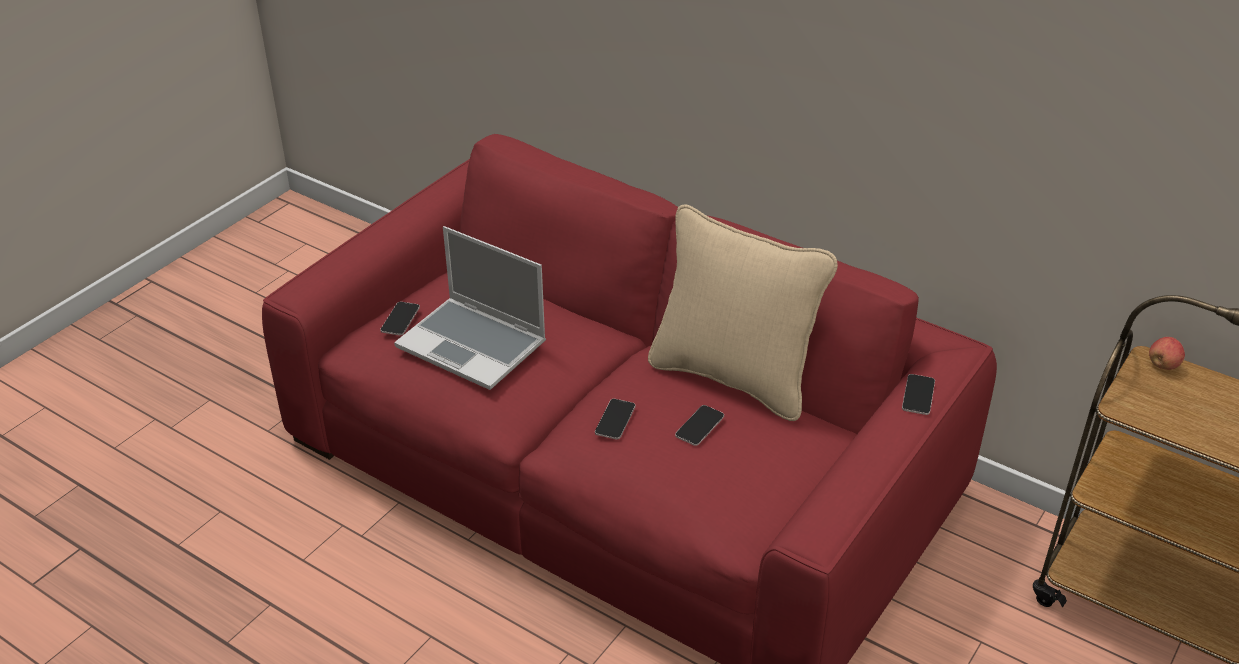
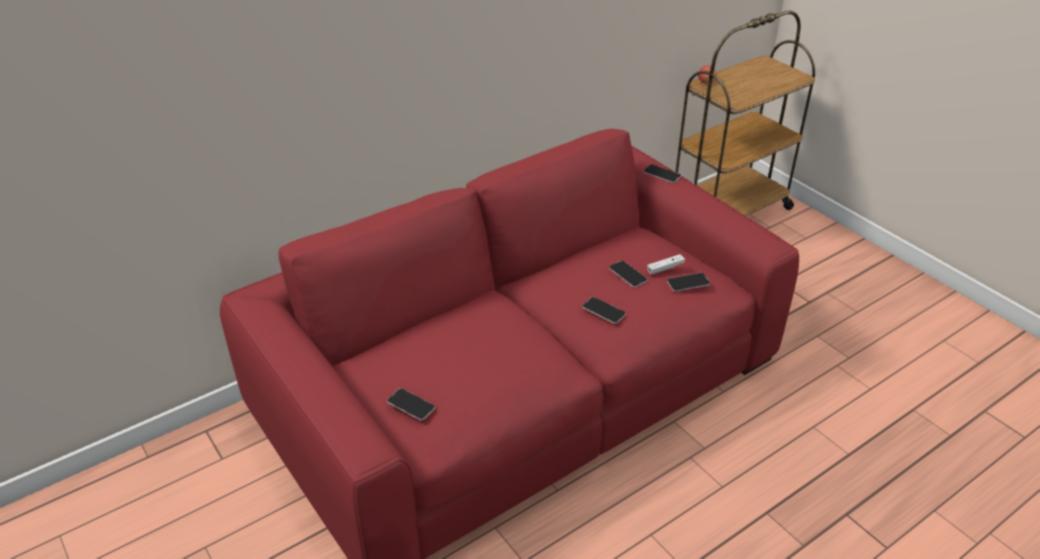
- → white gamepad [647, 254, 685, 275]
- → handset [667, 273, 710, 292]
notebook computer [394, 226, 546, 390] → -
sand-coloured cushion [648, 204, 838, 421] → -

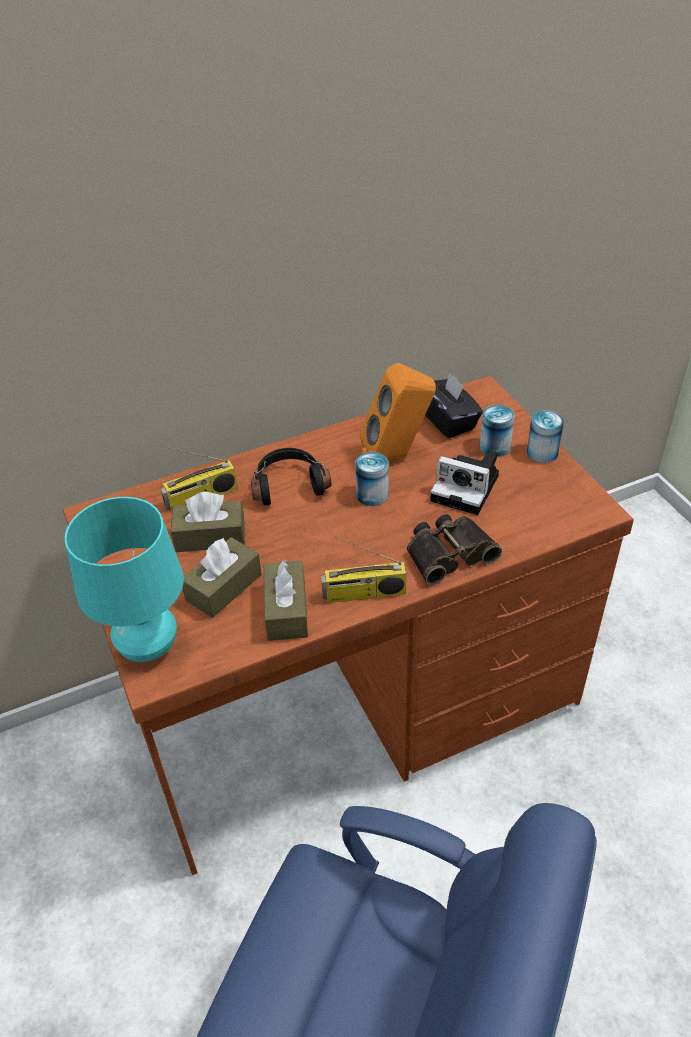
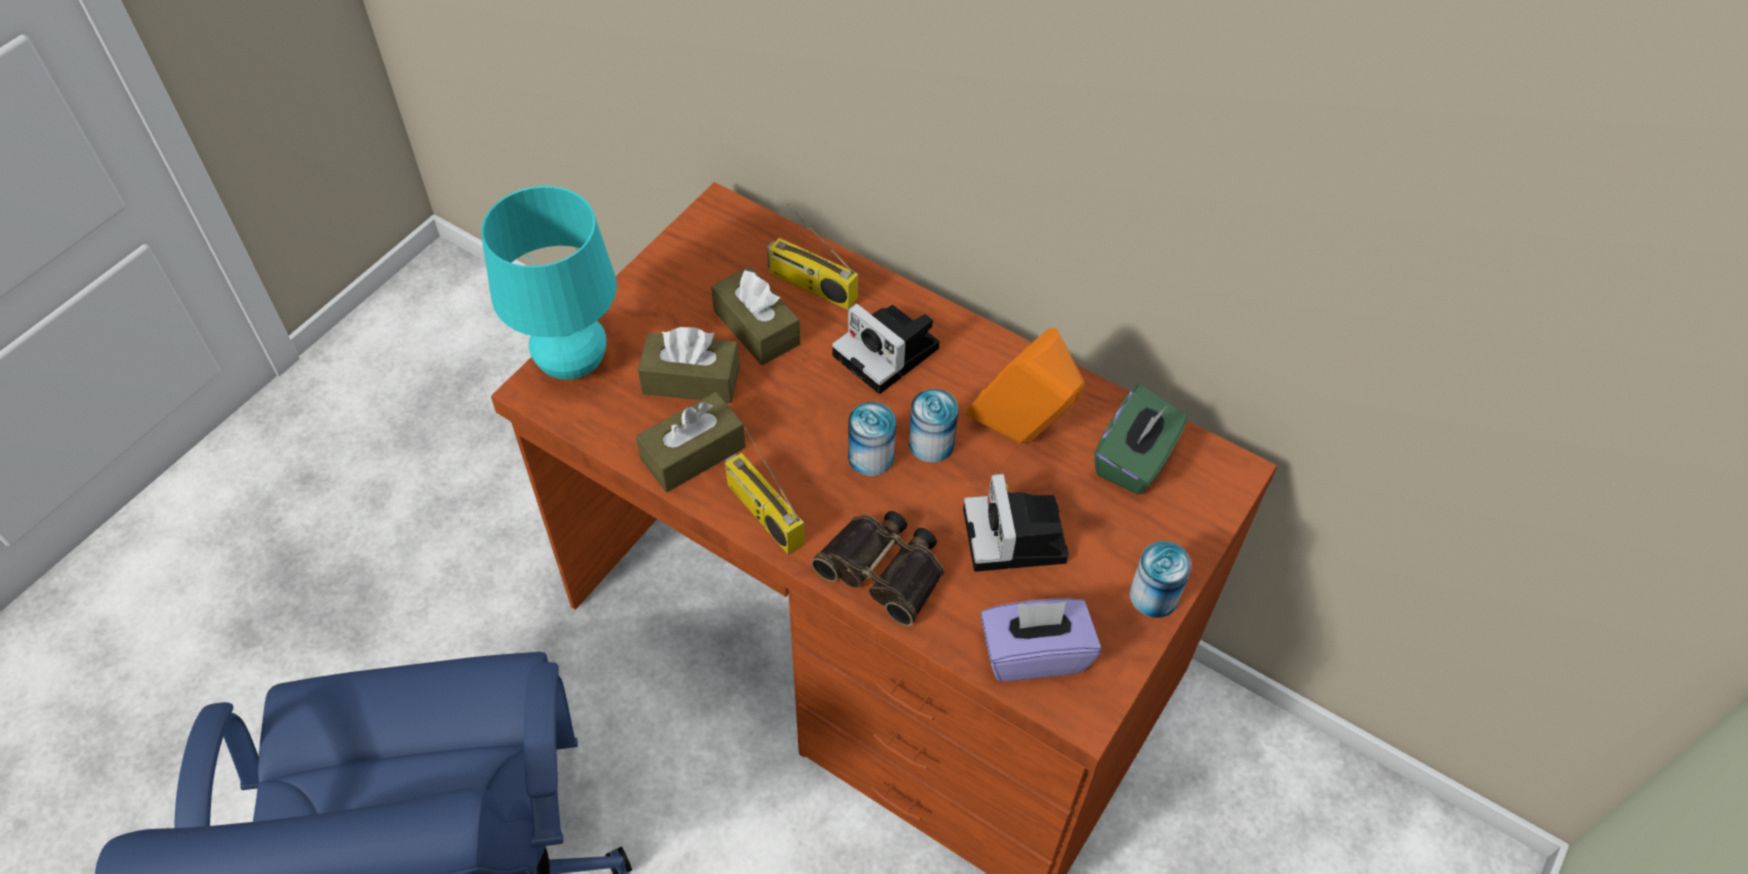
black-coloured headphones [251, 448, 331, 506] → photo camera [832, 303, 940, 394]
sealed can [480, 405, 514, 457] → sealed can [848, 402, 896, 476], move
- → purplish box of tissues [980, 598, 1101, 682]
black-coloured box of tissues [425, 372, 483, 438] → green box of tissues [1094, 384, 1188, 494]

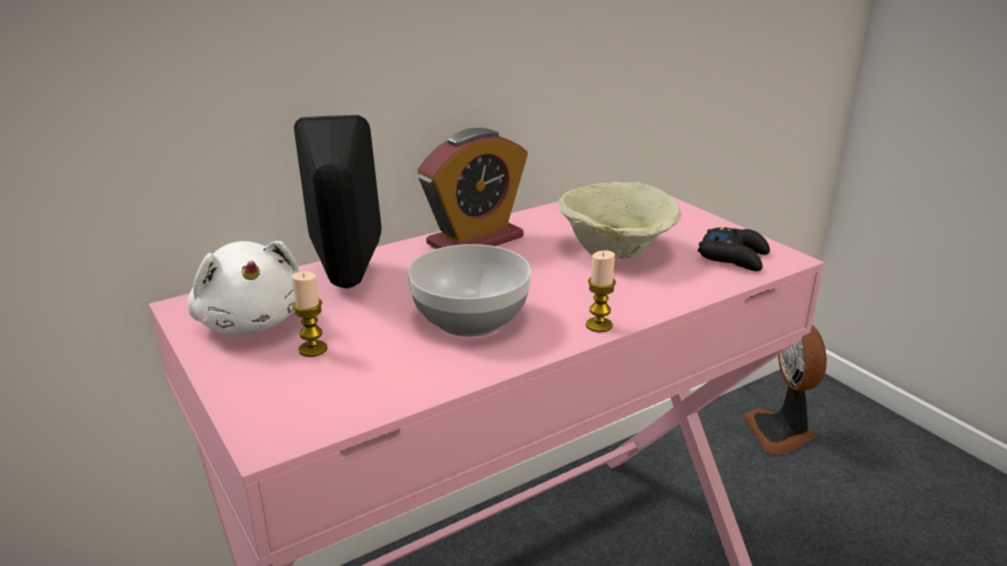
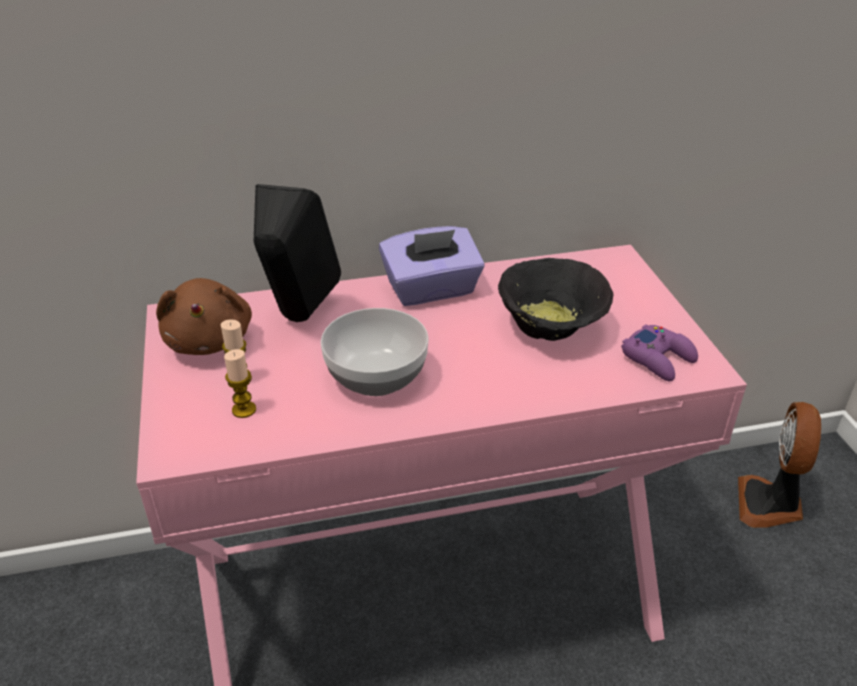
white soft toy [187, 241, 299, 335] → brown soft toy [156, 278, 252, 355]
wax candle [586, 251, 616, 332] → wax candle [224, 349, 256, 418], move
bedside clock [417, 128, 528, 249] → purplish box of tissues [379, 226, 484, 306]
sand-coloured serving bowl [558, 182, 681, 259] → black-coloured serving bowl [498, 258, 614, 341]
black-coloured gamepad [698, 227, 770, 271] → purplish gamepad [621, 325, 698, 381]

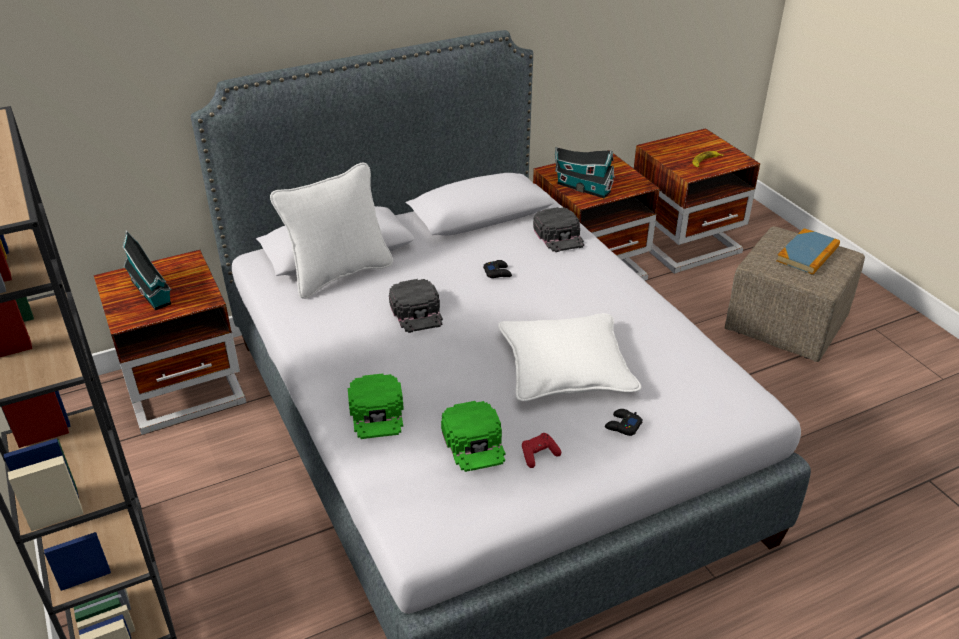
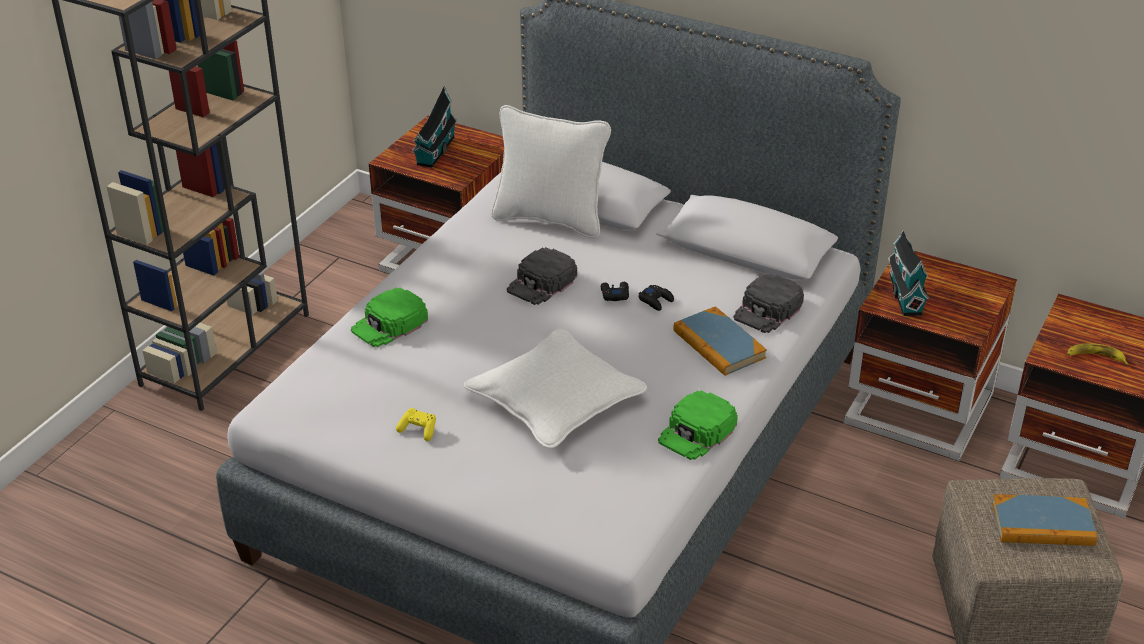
red-coloured gamepad [522, 433, 561, 468] → yellow gamepad [396, 408, 436, 441]
black-coloured gamepad [605, 409, 643, 436] → black-coloured gamepad [601, 282, 629, 301], move
green baseball cap [441, 401, 505, 472] → green baseball cap [658, 390, 738, 460], move
- → volume [673, 306, 767, 376]

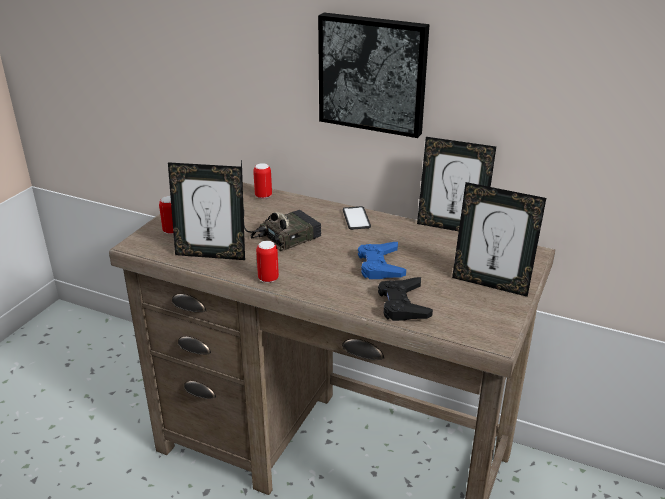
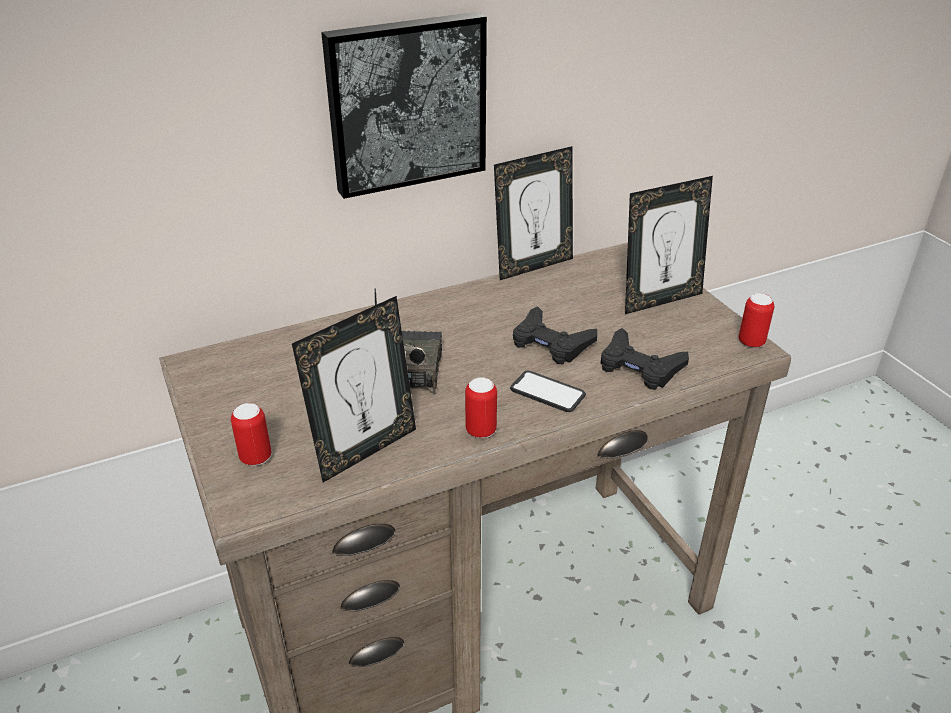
handset [343, 206, 371, 230] → handset [510, 371, 586, 412], move
bluish gamepad [358, 242, 406, 279] → black-coloured gamepad [513, 306, 597, 365]
sealed can [253, 163, 272, 199] → sealed can [739, 293, 774, 348], move

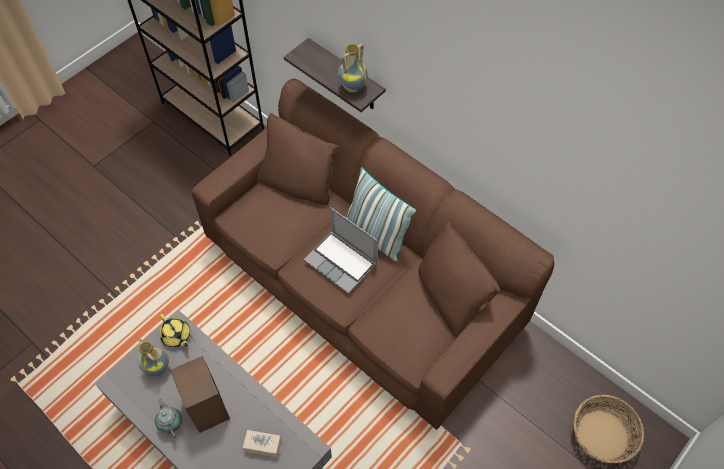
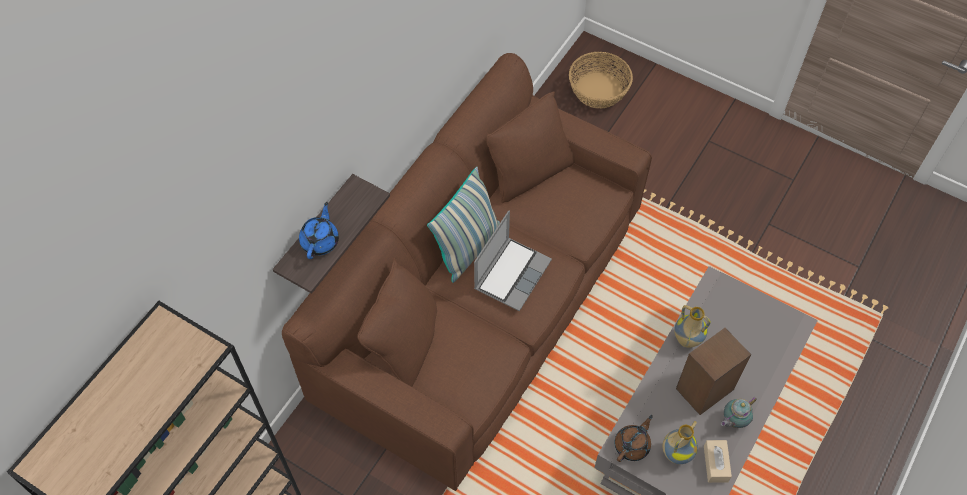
- → bluish pot for tea [299, 202, 339, 259]
yellow pot for tea [160, 314, 190, 347] → brown pot for tea [615, 415, 653, 462]
decorative vase [338, 44, 368, 92] → decorative vase [674, 305, 711, 348], move
sand-coloured box of tissues [243, 430, 282, 458] → sand-coloured box of tissues [704, 440, 732, 483], move

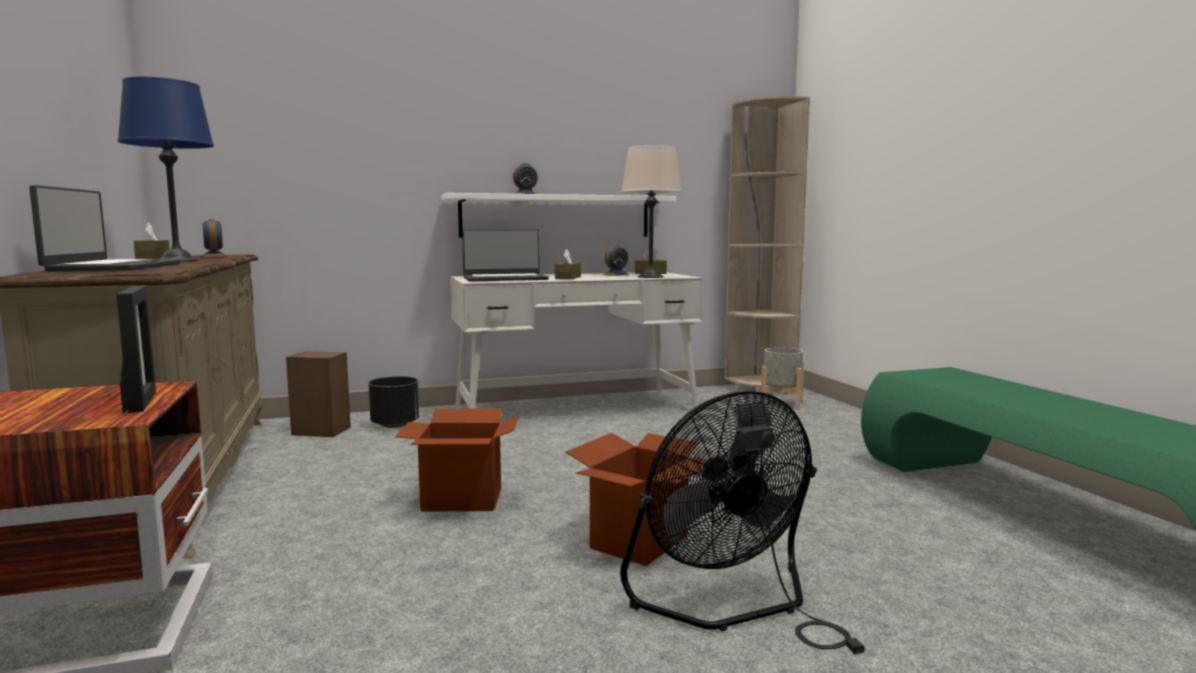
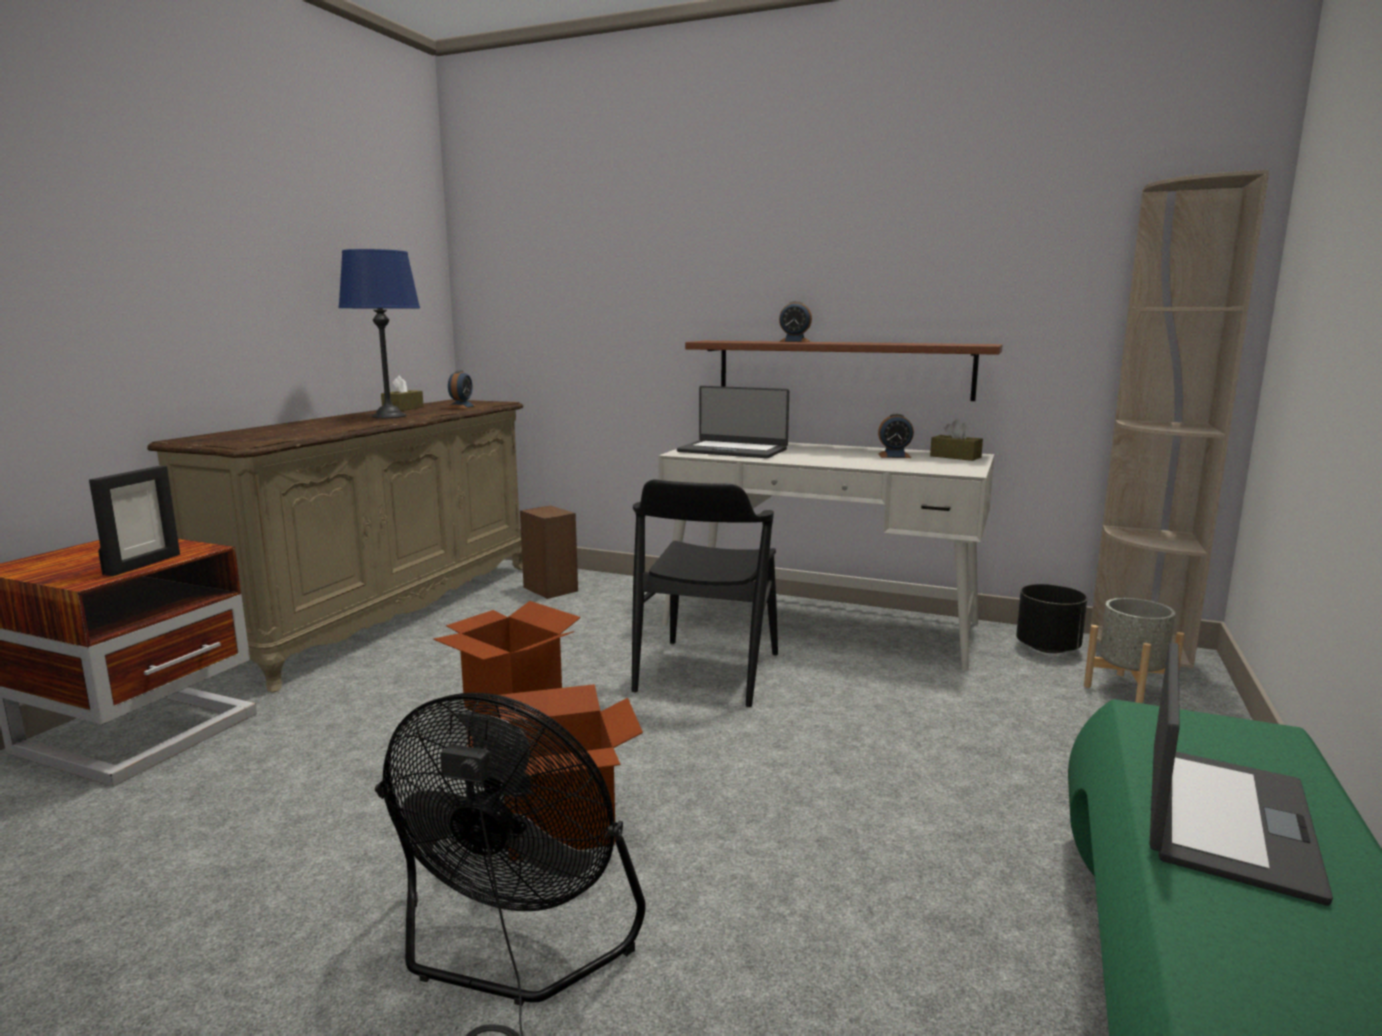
- → black-coloured chair [632, 480, 778, 708]
white bracket shelf [442, 193, 676, 237] → brown bracket shelf [685, 341, 1002, 401]
black-coloured flower pot [369, 376, 419, 428] → black-coloured flower pot [1016, 584, 1087, 654], move
notebook computer [29, 185, 180, 271] → notebook computer [1149, 643, 1333, 906], move
brown box of tissues [555, 249, 581, 279] → -
sand-coloured lamp for a table [621, 145, 682, 278] → -

